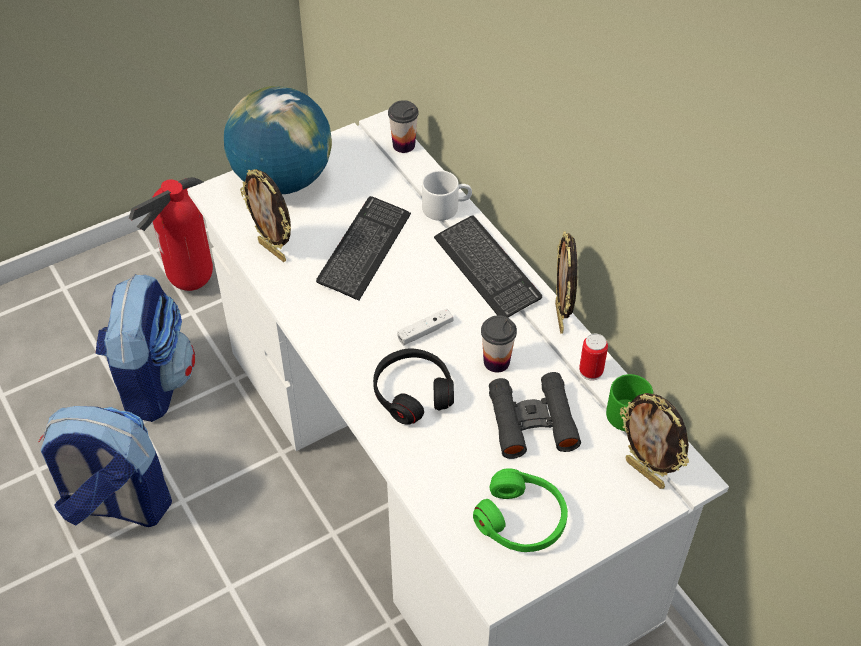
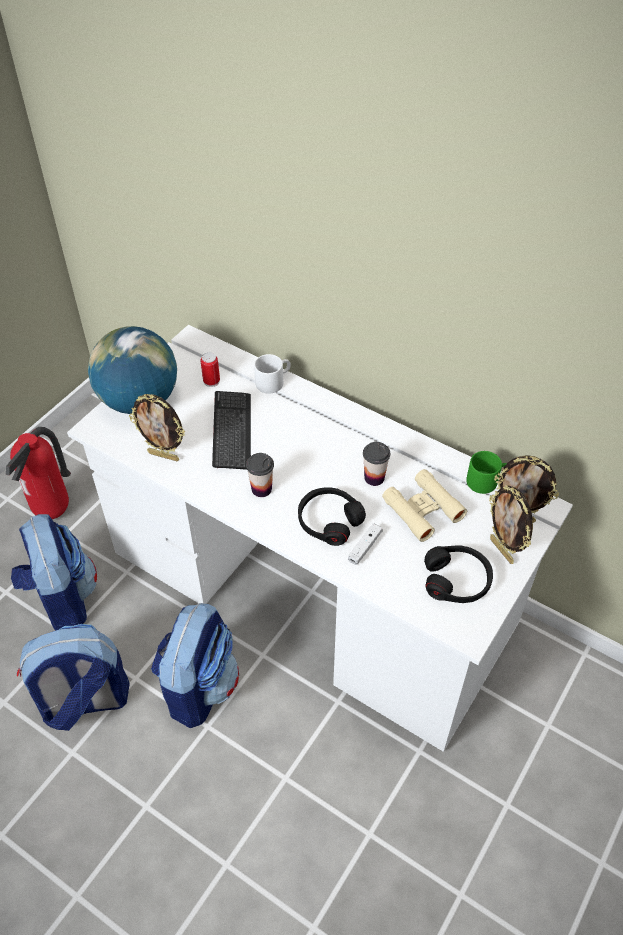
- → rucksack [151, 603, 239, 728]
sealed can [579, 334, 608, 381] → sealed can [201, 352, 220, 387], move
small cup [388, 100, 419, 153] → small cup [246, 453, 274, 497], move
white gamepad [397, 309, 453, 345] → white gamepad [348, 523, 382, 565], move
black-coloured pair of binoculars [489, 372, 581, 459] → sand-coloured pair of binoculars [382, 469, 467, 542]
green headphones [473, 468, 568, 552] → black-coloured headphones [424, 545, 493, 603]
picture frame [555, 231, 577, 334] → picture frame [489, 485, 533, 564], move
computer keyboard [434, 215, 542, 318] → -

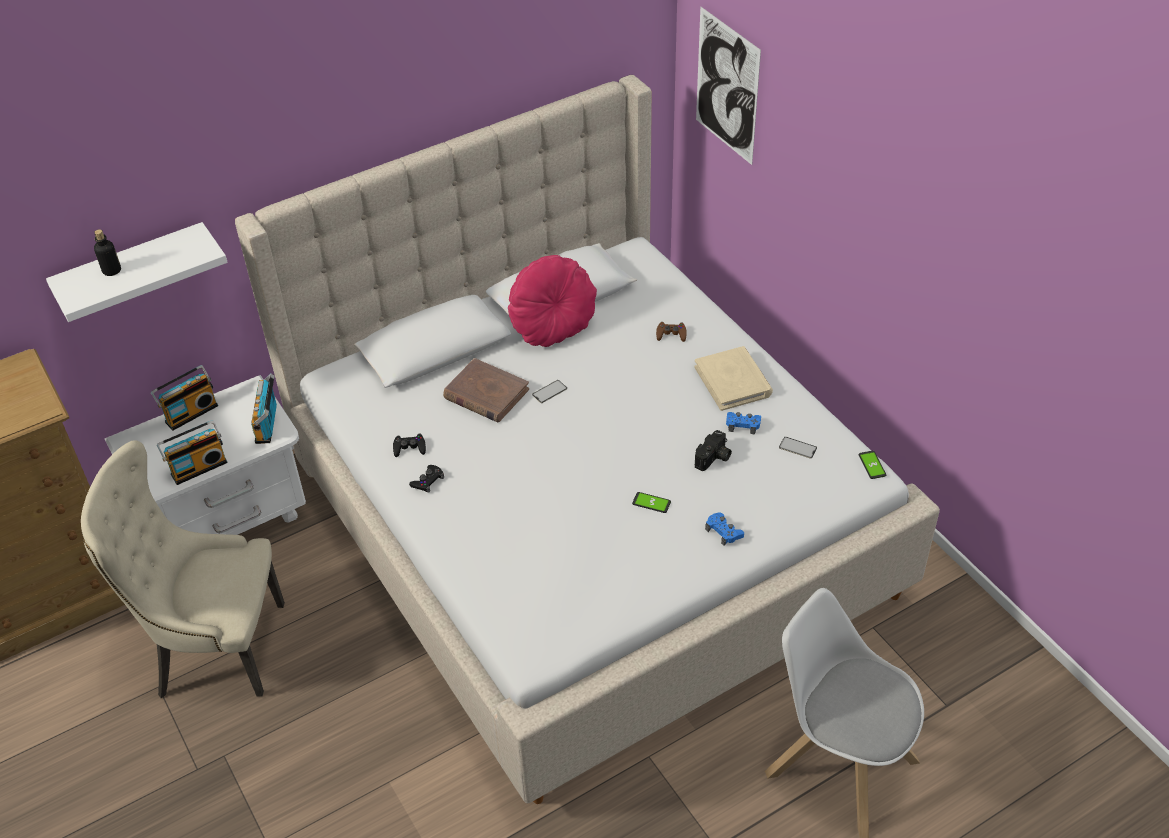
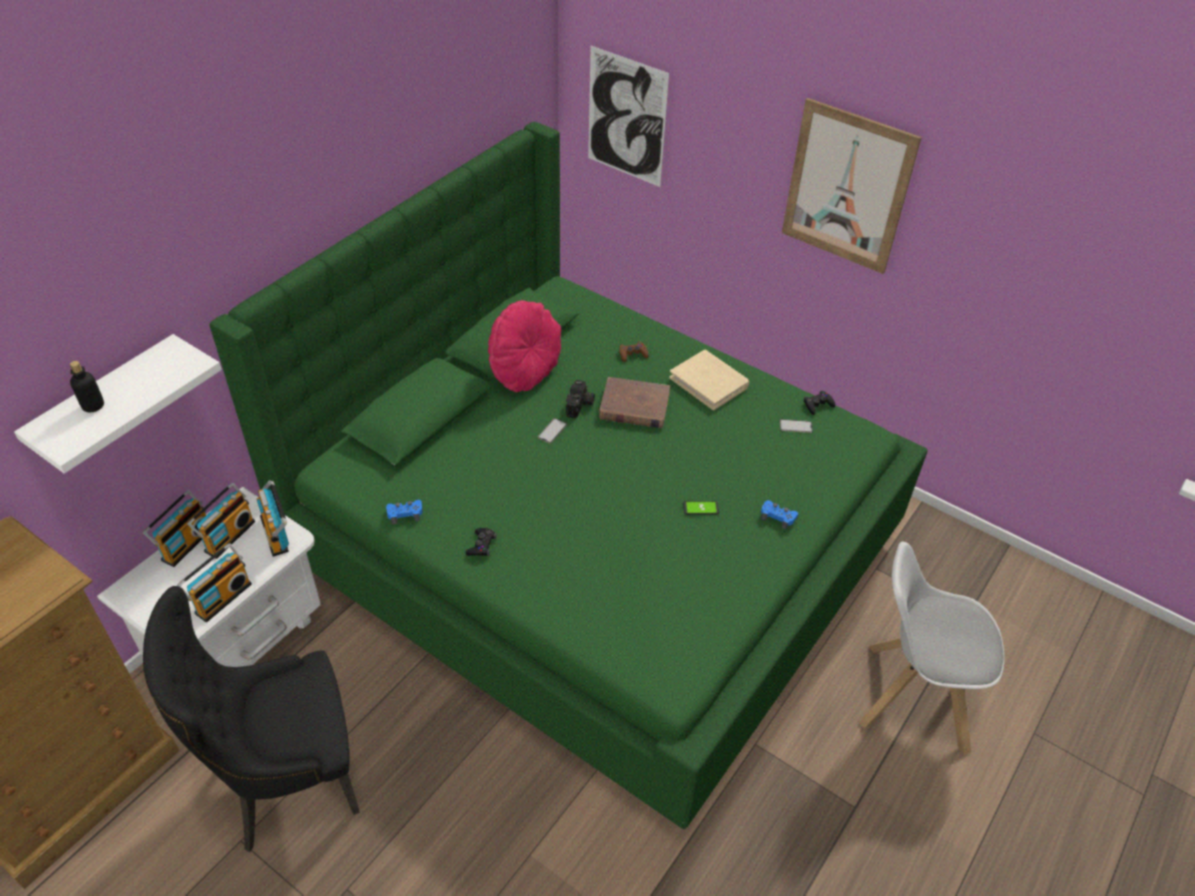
sand-coloured chair [81, 440, 285, 698] → black-coloured chair [143, 586, 360, 852]
- → radio receiver [187, 483, 255, 559]
sand-coloured bed [235, 75, 940, 804] → green bed [209, 122, 927, 829]
bluish gamepad [726, 412, 761, 434] → bluish gamepad [386, 500, 422, 524], move
photo camera [695, 430, 732, 471] → photo camera [566, 380, 595, 418], move
brown volume [443, 358, 529, 423] → brown volume [599, 377, 670, 428], move
- → picture [782, 98, 922, 274]
black-coloured gamepad [393, 434, 426, 457] → black-coloured gamepad [804, 390, 835, 415], move
handset [859, 451, 886, 479] → -

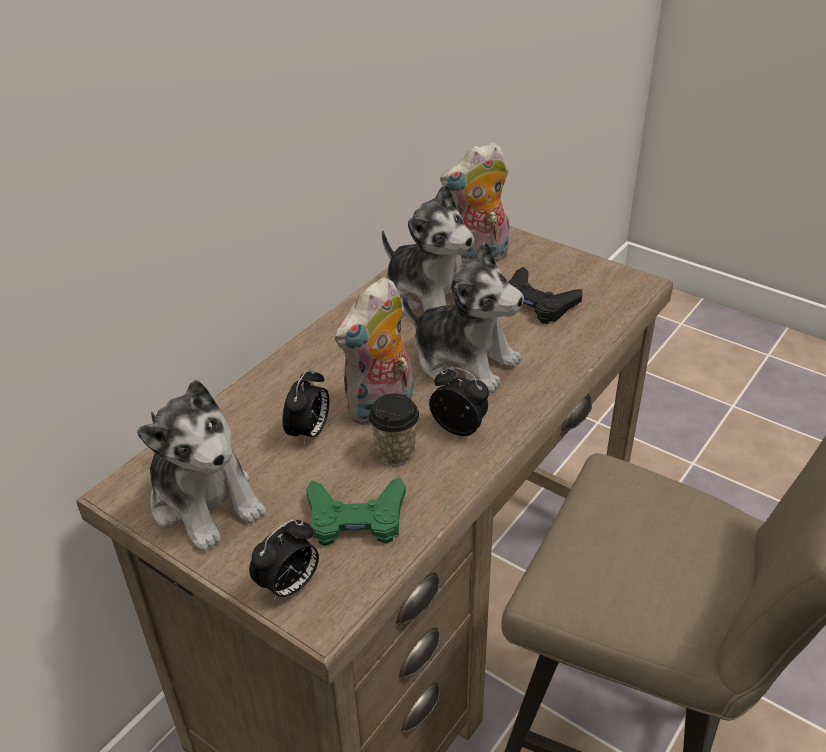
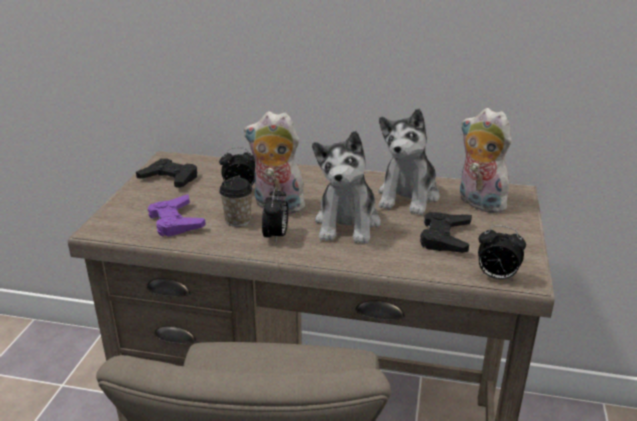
soft toy [137, 380, 267, 552] → black-coloured gamepad [136, 158, 197, 188]
green gamepad [306, 477, 406, 546] → purplish gamepad [148, 194, 206, 237]
bedside clock [249, 519, 319, 602] → bedside clock [478, 225, 526, 281], move

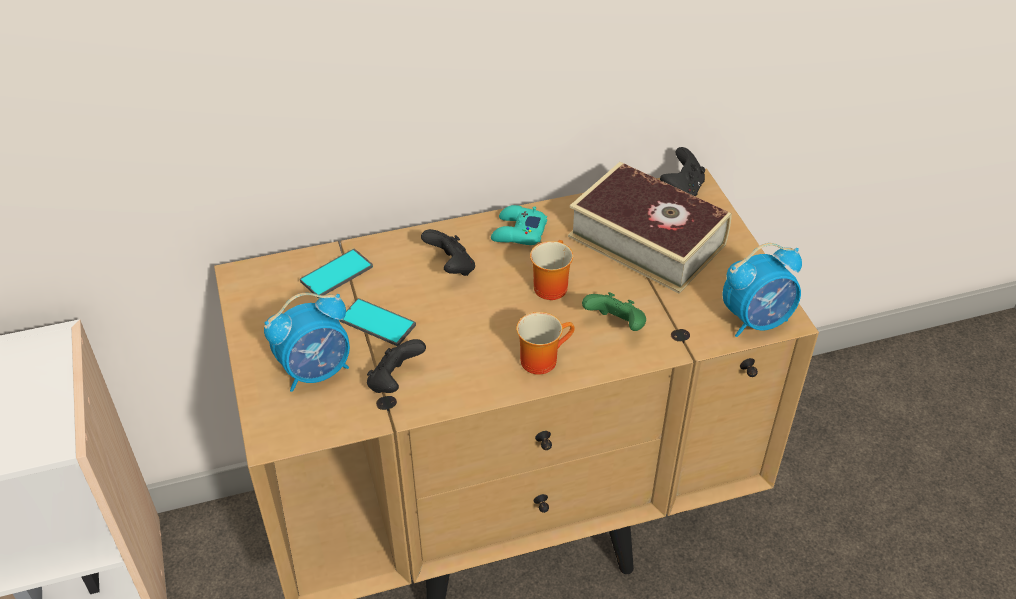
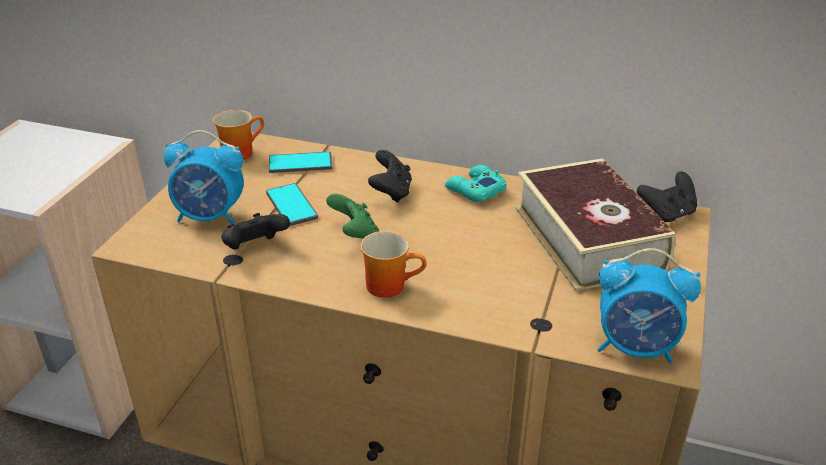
tea mug [530, 240, 573, 300] → tea mug [213, 110, 264, 161], move
green gamepad [582, 292, 646, 331] → green gamepad [326, 194, 379, 239], move

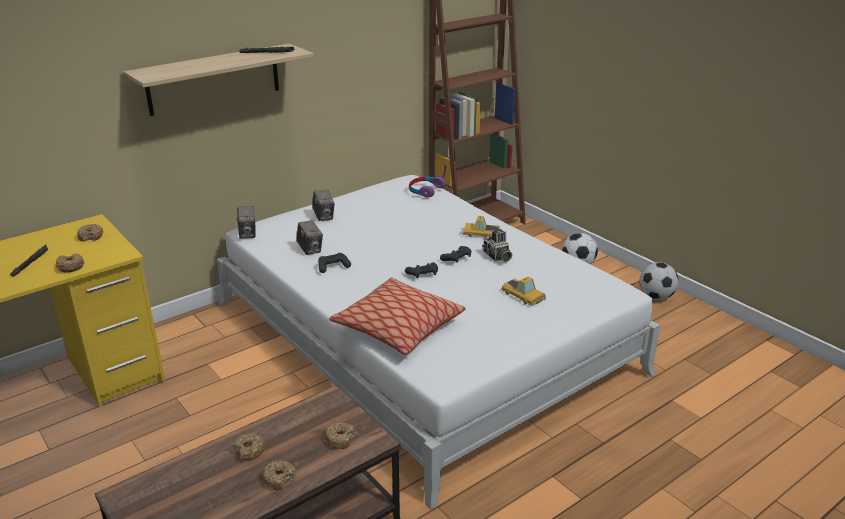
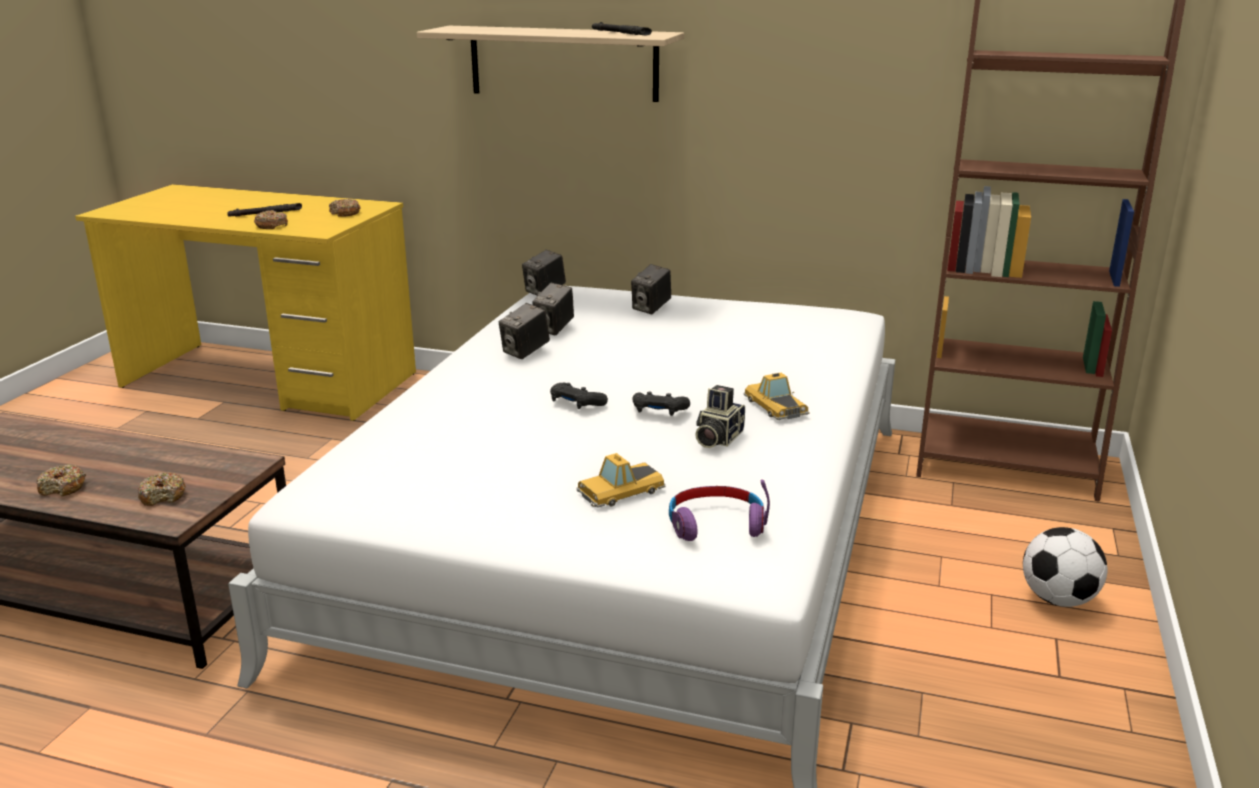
black-coloured gamepad [318, 253, 351, 273] → photo camera [499, 303, 550, 359]
model car [501, 276, 546, 306] → model car [576, 453, 666, 508], 45 degrees clockwise
purplish headphones [409, 164, 446, 198] → purplish headphones [669, 479, 770, 541], move
ring doughnut [233, 434, 265, 461] → -
cushion [329, 278, 465, 355] → -
football ball [639, 262, 679, 300] → -

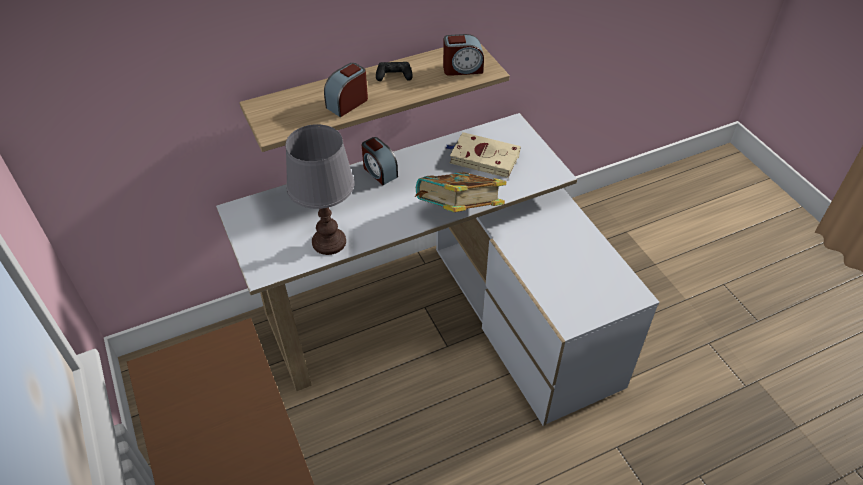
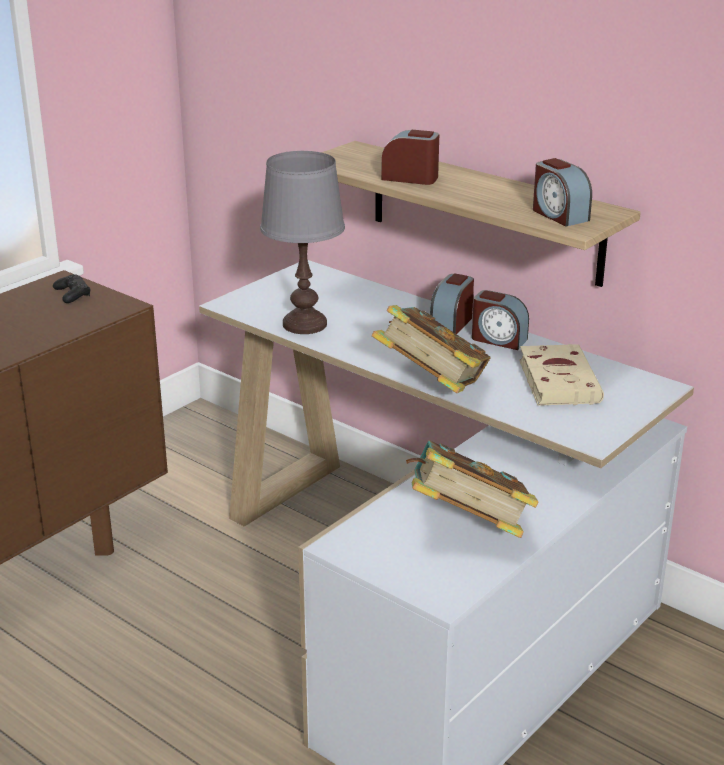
black-coloured gamepad [376, 62, 413, 81] → black-coloured gamepad [53, 274, 91, 303], move
- → volume [406, 440, 538, 538]
- → bedside clock [472, 290, 529, 350]

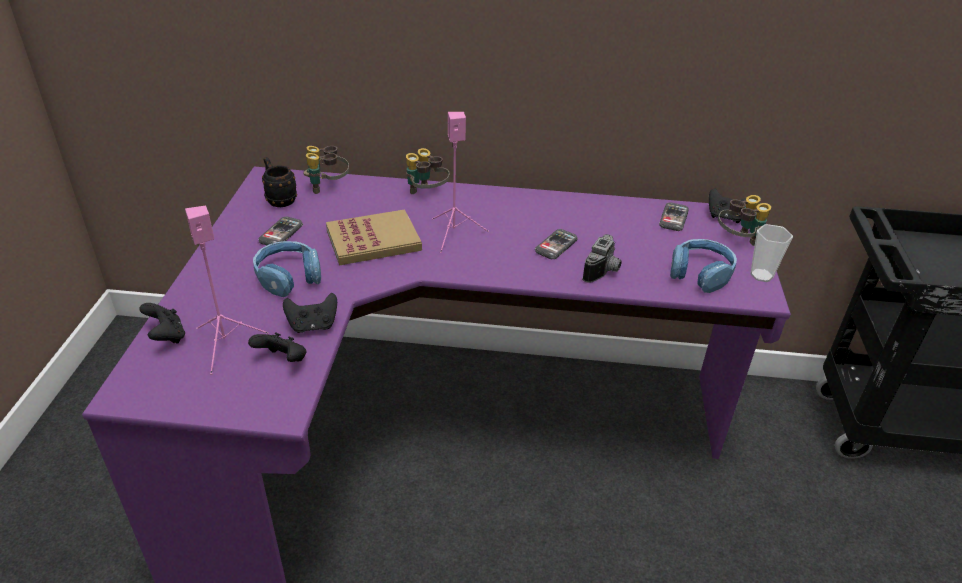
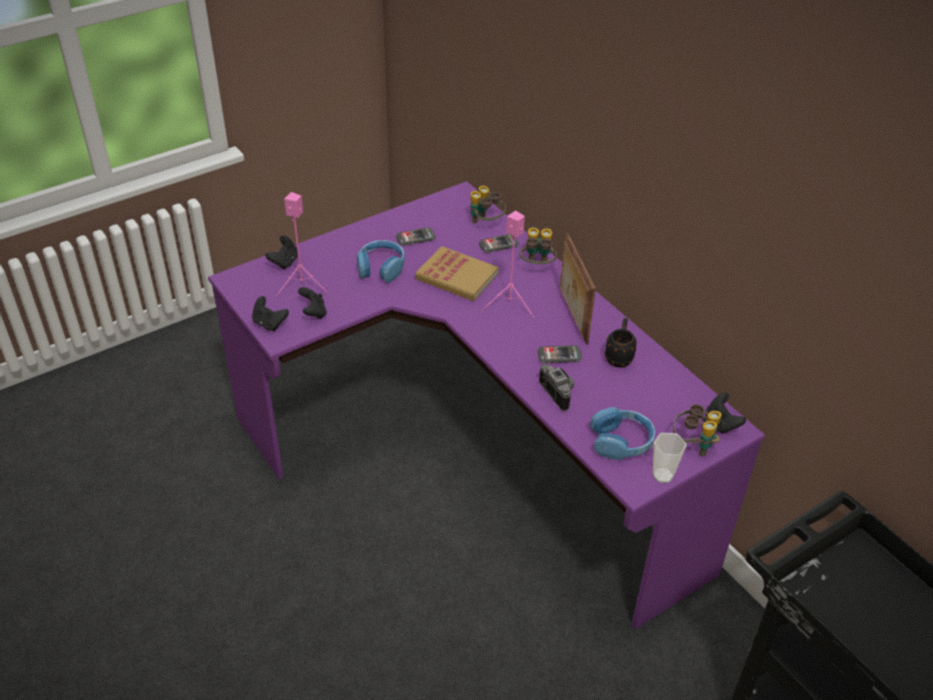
black-coloured gamepad [283, 293, 337, 333] → black-coloured gamepad [252, 296, 289, 331], move
handset [659, 202, 689, 231] → handset [479, 234, 519, 253], move
photo camera [582, 234, 622, 283] → photo camera [539, 364, 574, 411], 105 degrees counterclockwise
- → picture frame [560, 233, 596, 345]
black-coloured tea mug [262, 157, 297, 207] → black-coloured tea mug [604, 318, 637, 368], move

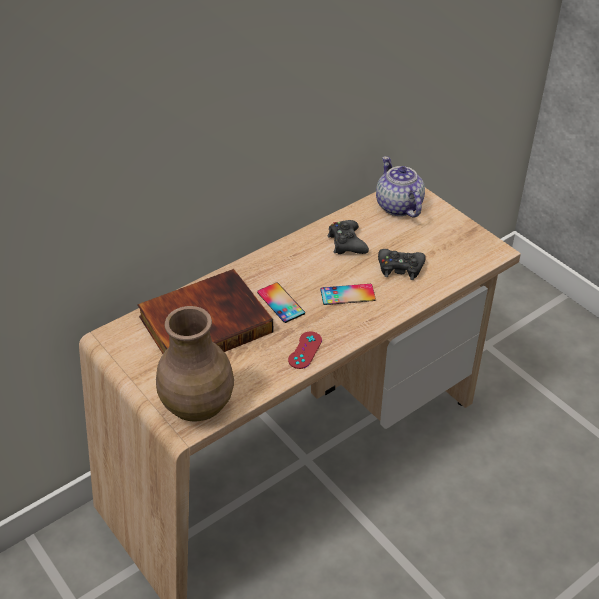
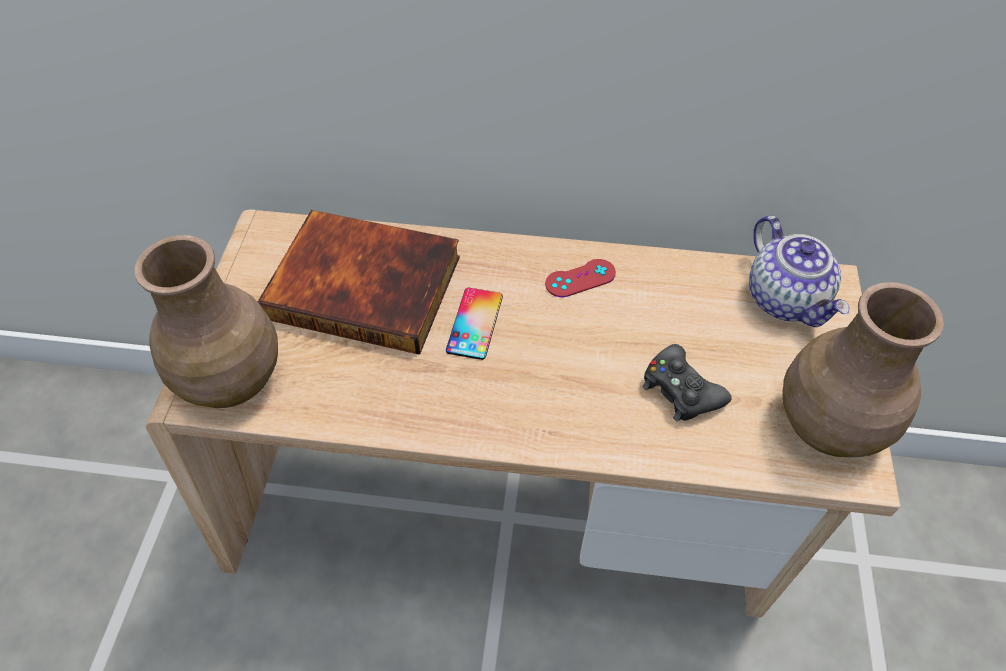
red-coloured gamepad [288, 332, 322, 369] → red-coloured gamepad [545, 259, 616, 297], move
pot for tea [376, 156, 425, 218] → pot for tea [749, 215, 850, 327], 135 degrees clockwise
- → brown decorative vase [782, 282, 944, 457]
handset [320, 284, 376, 305] → -
black-coloured gamepad [328, 220, 369, 254] → -

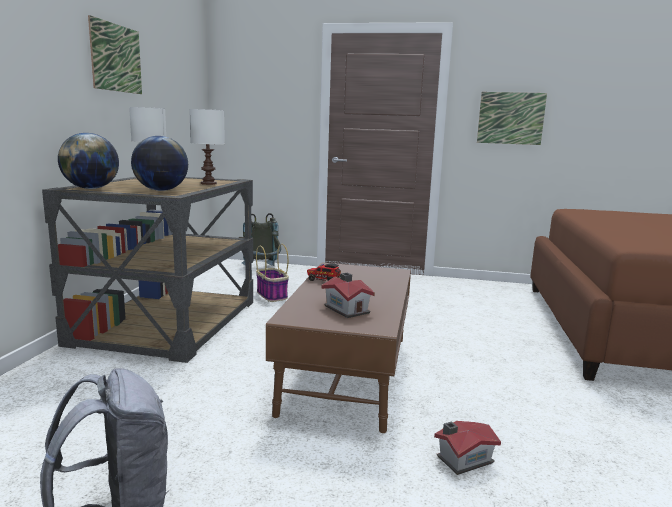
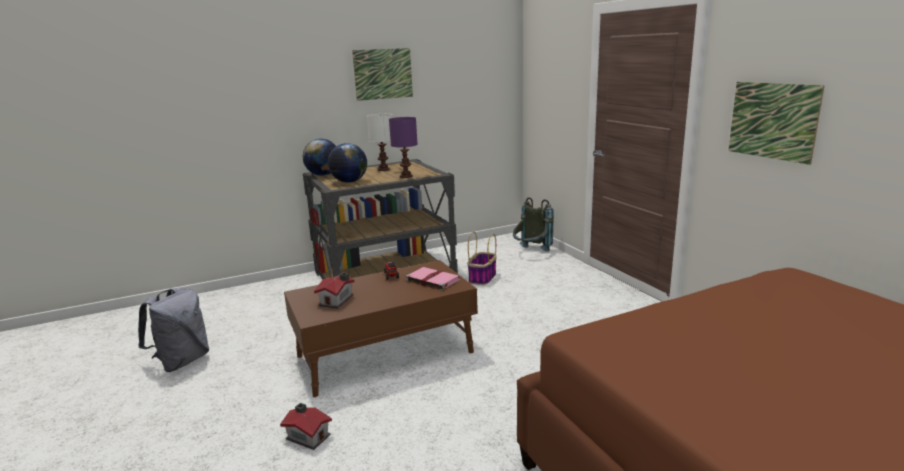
white lamp for a table [189, 109, 225, 185] → purplish lamp for a table [389, 117, 418, 178]
- → pinkish volume [406, 267, 461, 291]

